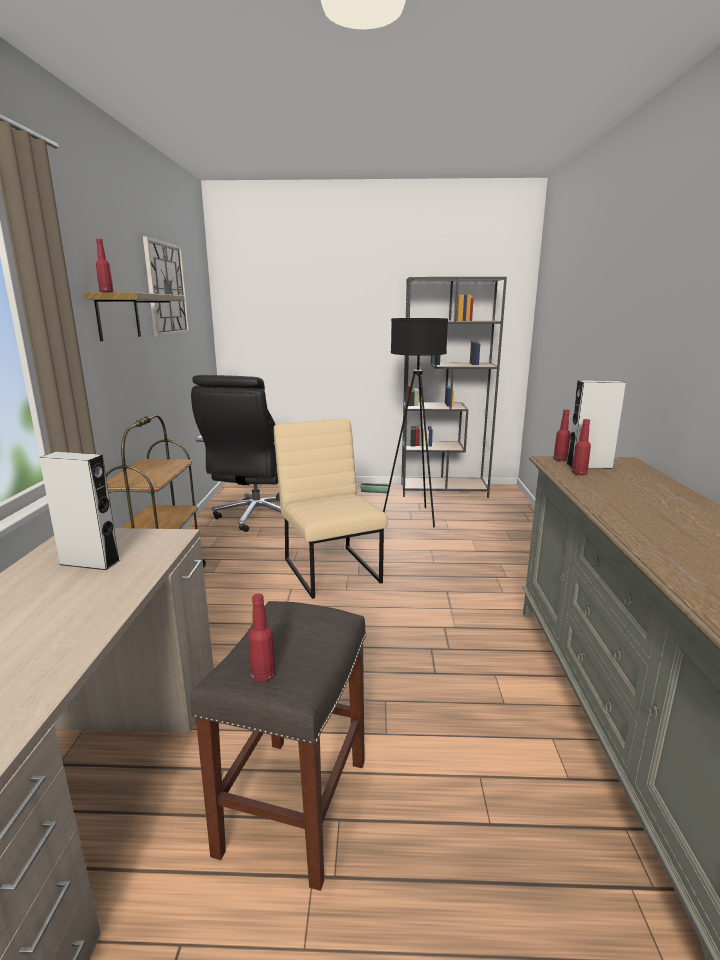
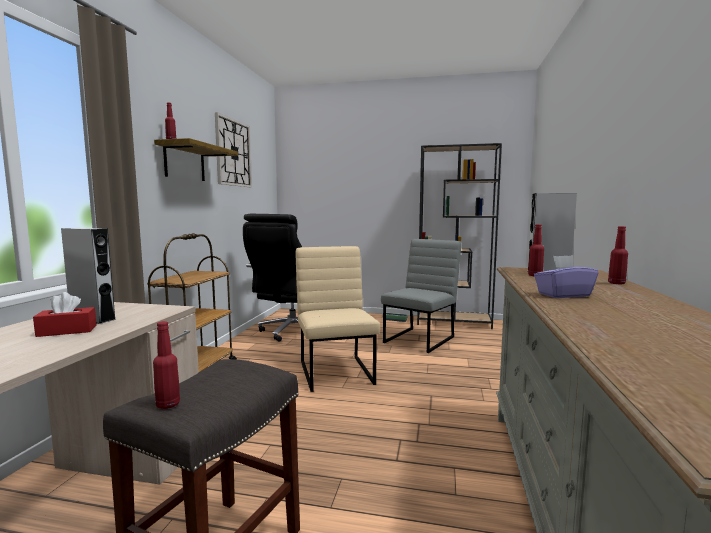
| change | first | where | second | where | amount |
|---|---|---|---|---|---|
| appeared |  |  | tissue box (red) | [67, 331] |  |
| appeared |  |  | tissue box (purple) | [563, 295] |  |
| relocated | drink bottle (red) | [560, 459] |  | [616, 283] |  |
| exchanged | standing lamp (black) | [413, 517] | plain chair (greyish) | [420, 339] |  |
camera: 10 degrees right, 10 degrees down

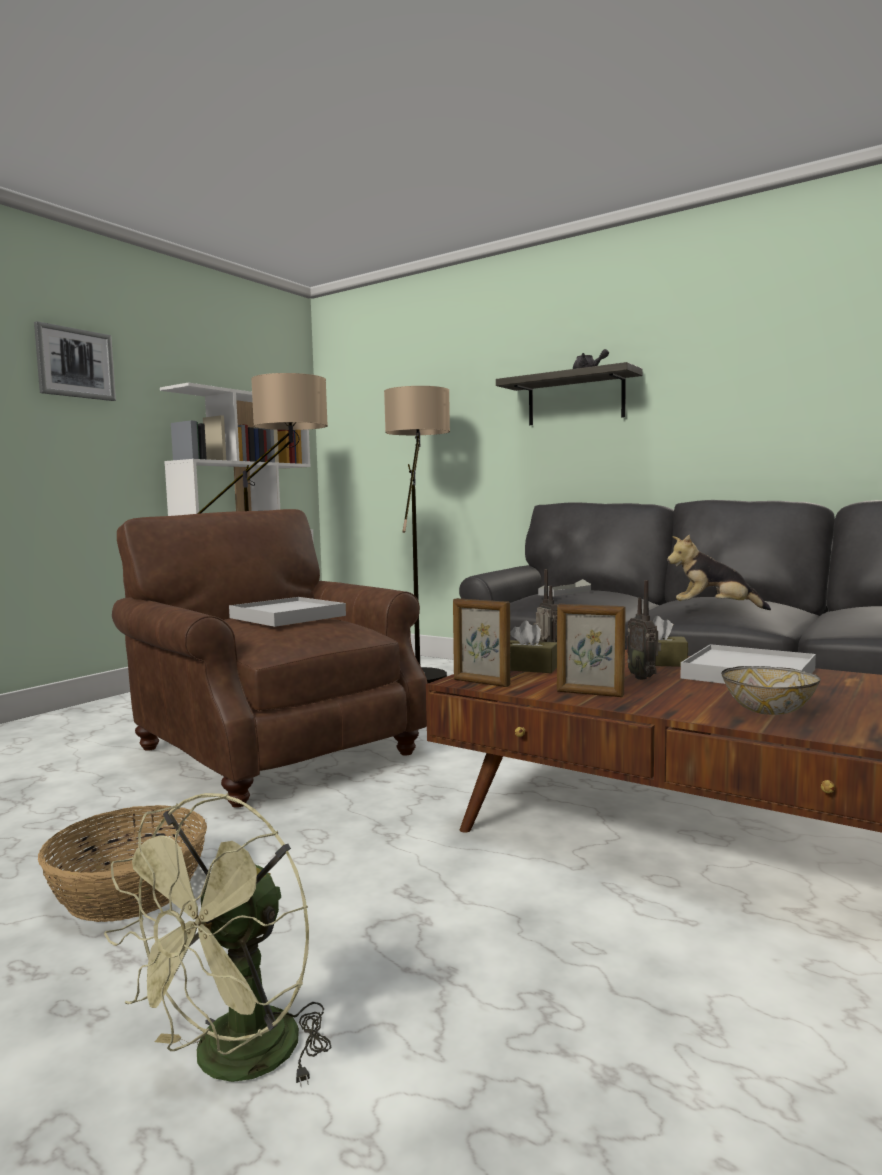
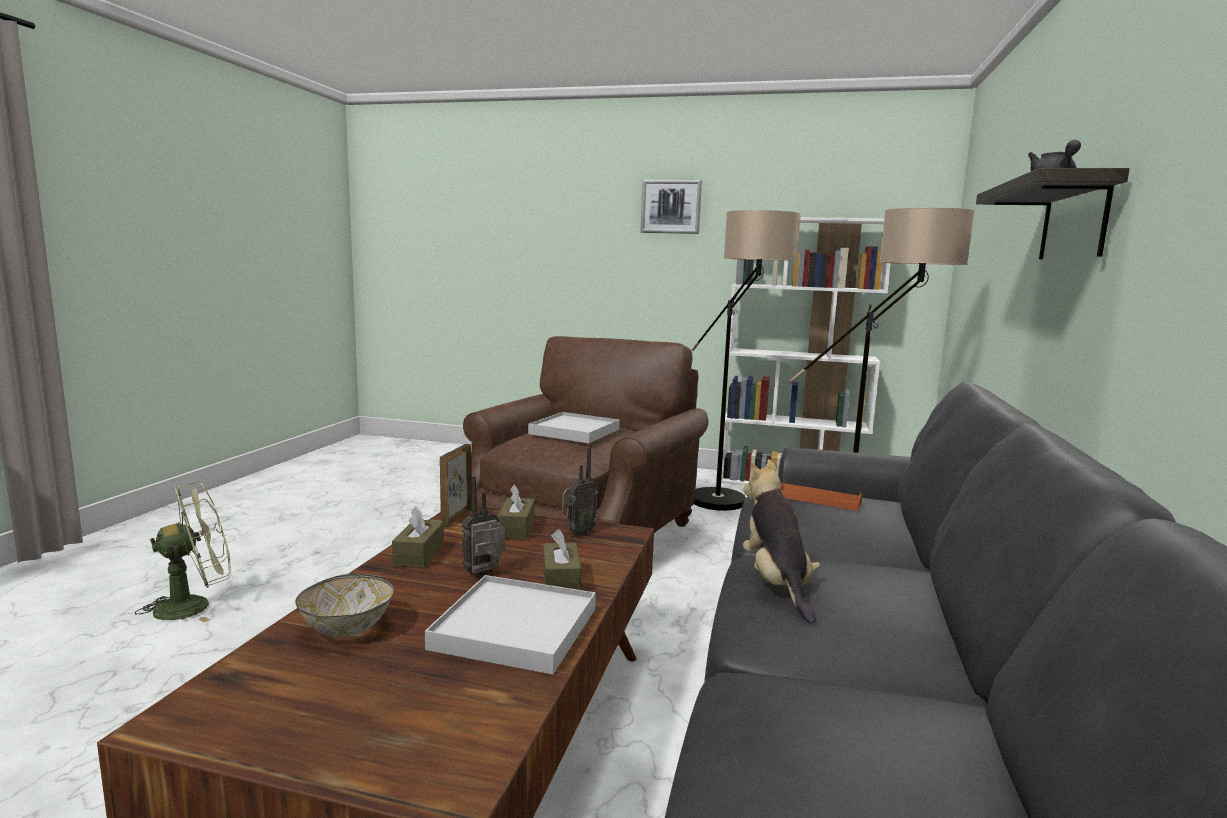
| change | first | where | second | where | amount |
|---|---|---|---|---|---|
| missing | storage basket | [128, 890] |  |  |  |
| exchanged | photo frame | [590, 694] | tissue box (brown-coloured) | [419, 555] |  |
| colour | serving tray (greyish) | [565, 592] | serving tray (orange) | [817, 499] |  |
| spun | fan (greenish) | [233, 1063] |  | [195, 605] | 135 degrees clockwise |
camera: 70 degrees right, 5 degrees up

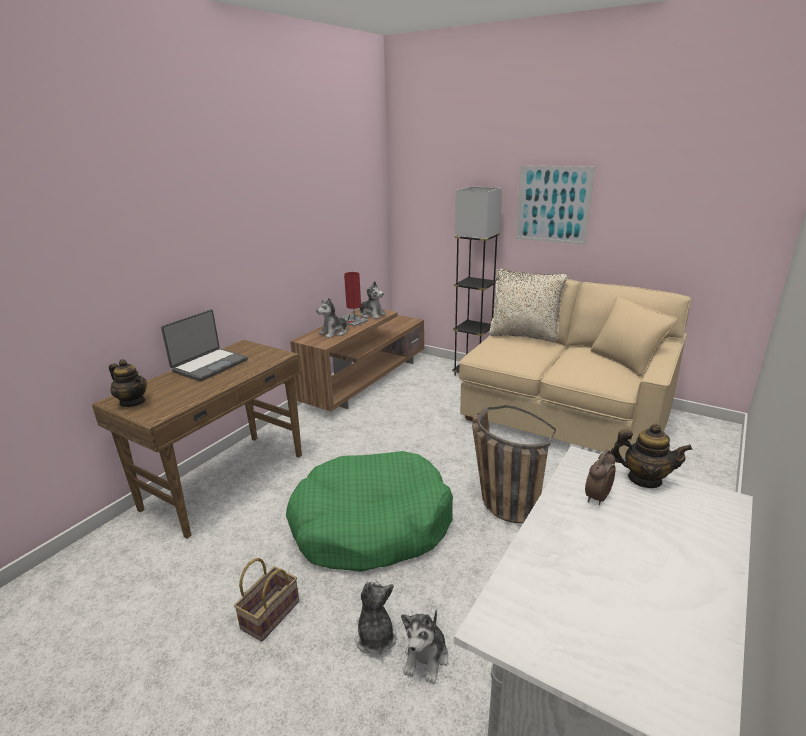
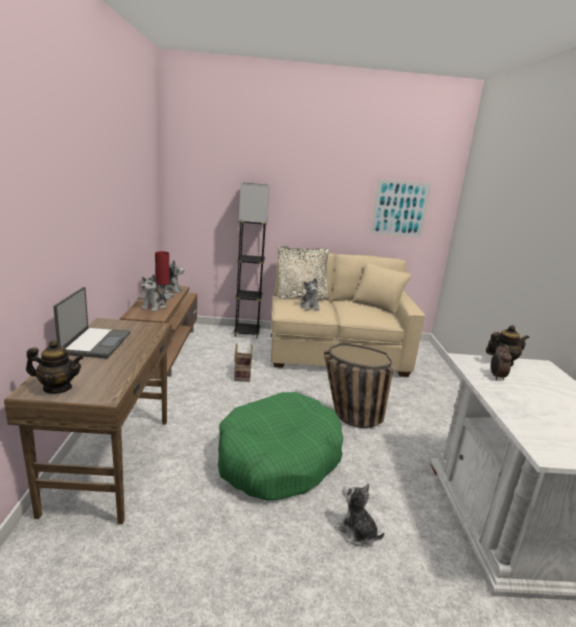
| change | first | where | second | where | amount |
|---|---|---|---|---|---|
| relocated | storage basket | [270, 613] |  | [242, 374] |  |
| relocated | cuddly toy | [426, 658] |  | [309, 307] |  |
| relocated | picture | [553, 204] |  | [399, 208] |  |
camera: 35 degrees left, 5 degrees down

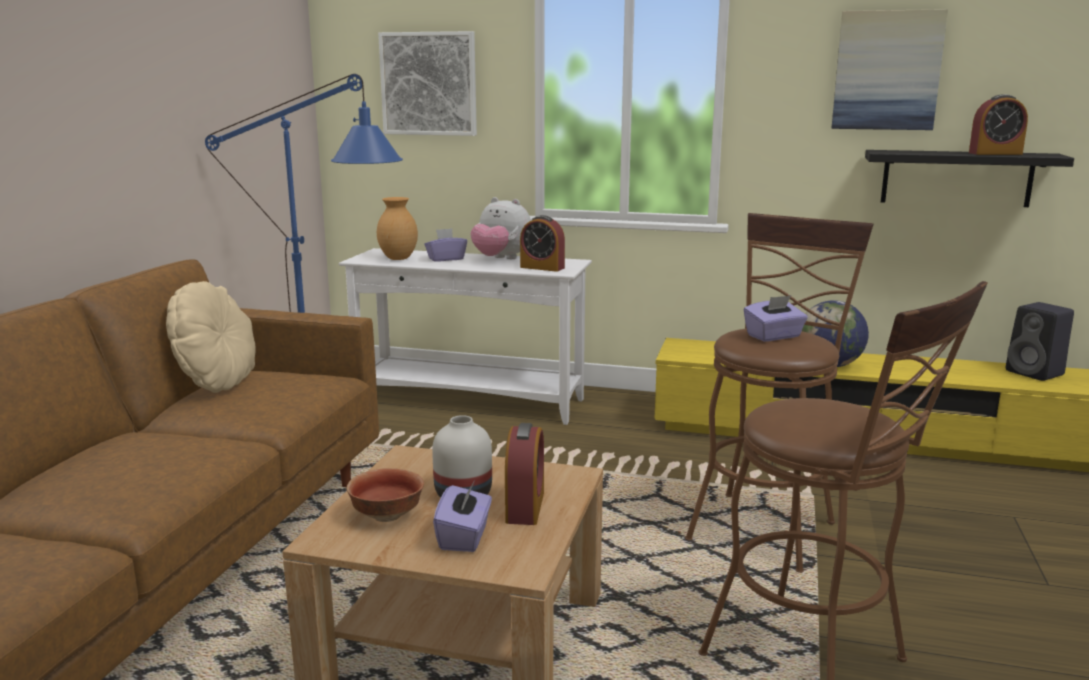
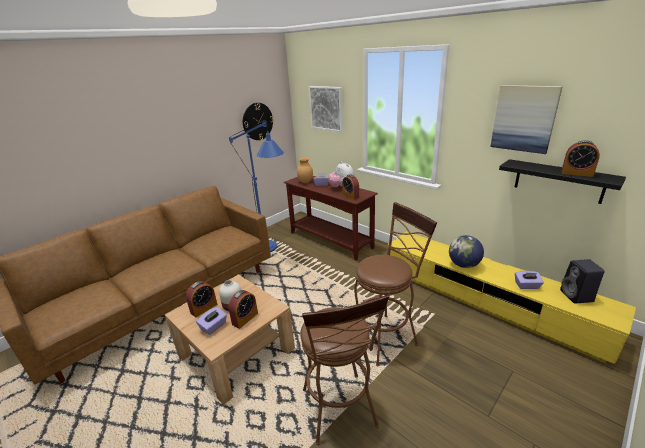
| change | first | where | second | where | amount |
|---|---|---|---|---|---|
| missing | throw pillow (beige-coloured) | [218, 385] |  |  |  |
| appeared |  |  | wall clock | [257, 121] |  |
| relocated | tissue box (purple) | [774, 336] |  | [527, 286] |  |
| exchanged | deep dish | [387, 515] | bedside clock | [204, 308] |  |
| colour | narrow table (white) | [471, 401] | narrow table (brown-coloured) | [331, 240] |  |
camera: 30 degrees right, 10 degrees up

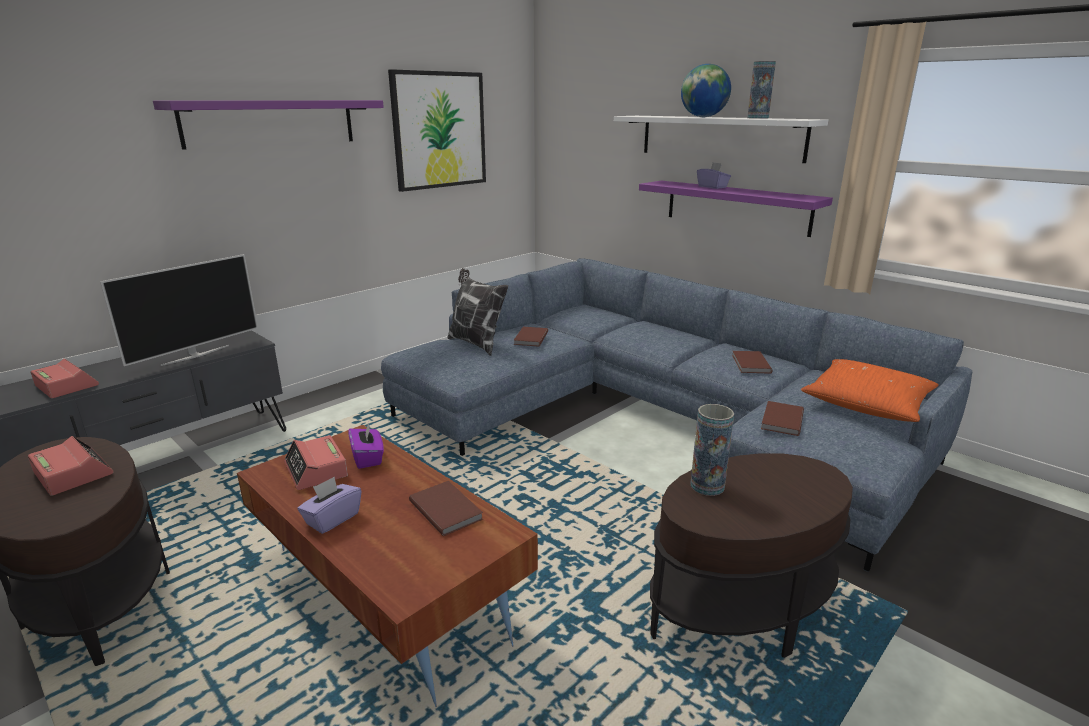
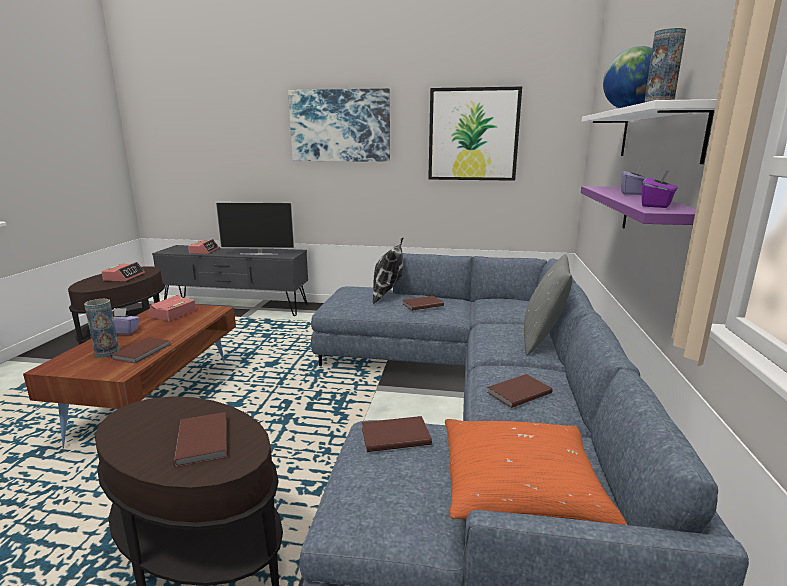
| change | first | where | second | where | amount |
|---|---|---|---|---|---|
| appeared |  |  | bound book (brown-coloured) | [204, 440] |  |
| appeared |  |  | throw pillow (greyish) | [542, 339] |  |
| relocated | tissue box (purple) | [368, 458] |  | [656, 205] |  |
| relocated | flower vase | [707, 486] |  | [107, 353] |  |
| exchanged | bracket shelf (purple) | [271, 123] | picture | [340, 126] |  |
camera: 55 degrees right, 5 degrees down

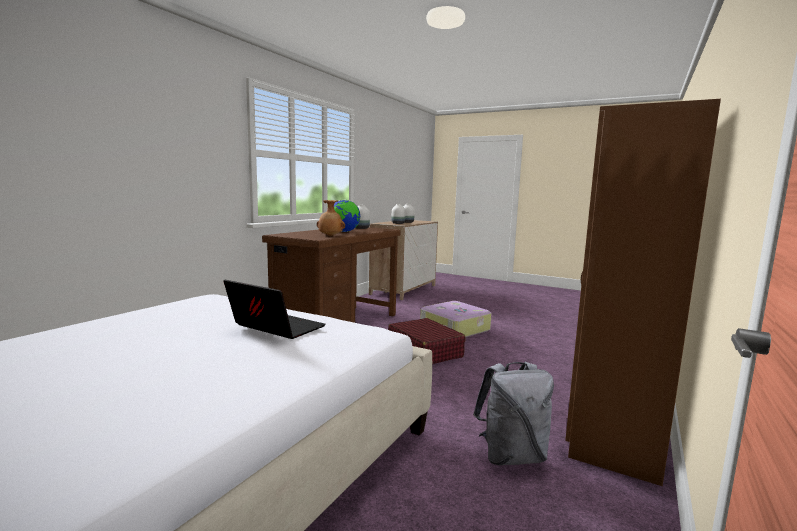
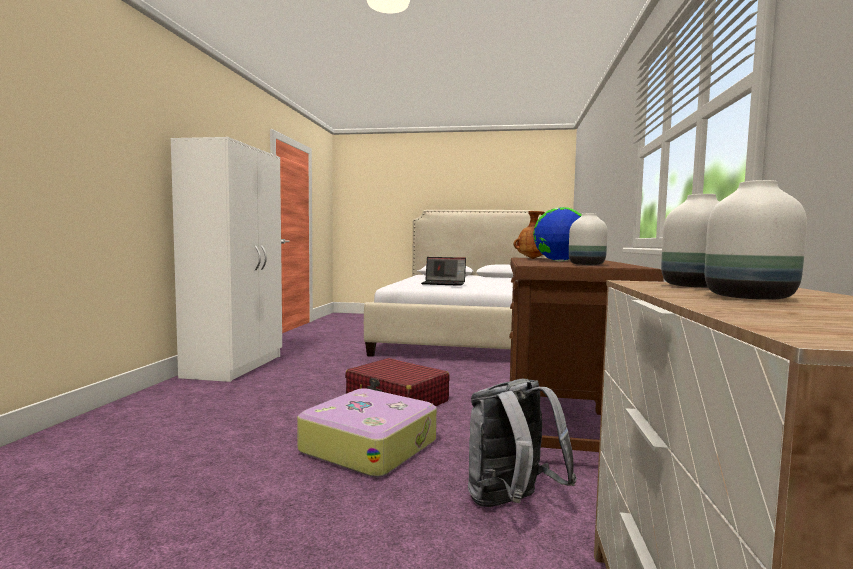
| change | first | where | second | where | amount |
|---|---|---|---|---|---|
| relocated | knapsack (greyish) | [511, 456] |  | [511, 504] |  |
| colour | wardrobe (brown-coloured) | [613, 433] | wardrobe (white) | [236, 366] |  |
camera: 160 degrees right, 5 degrees down

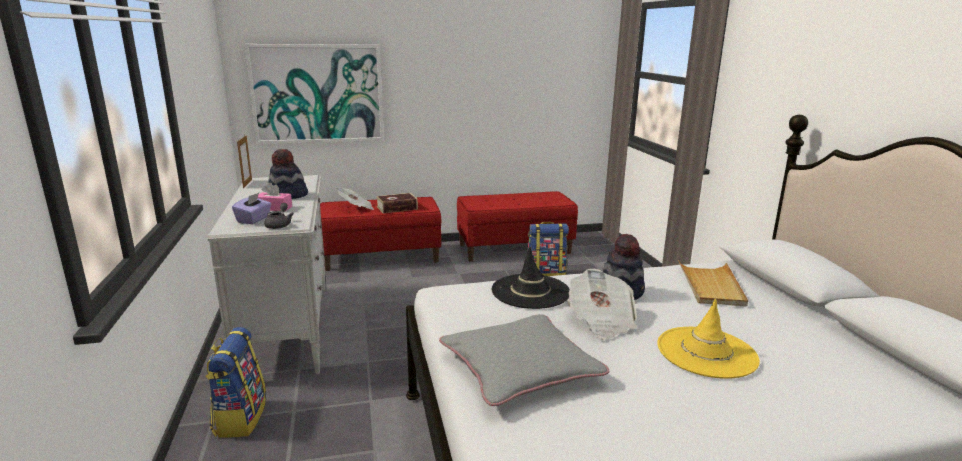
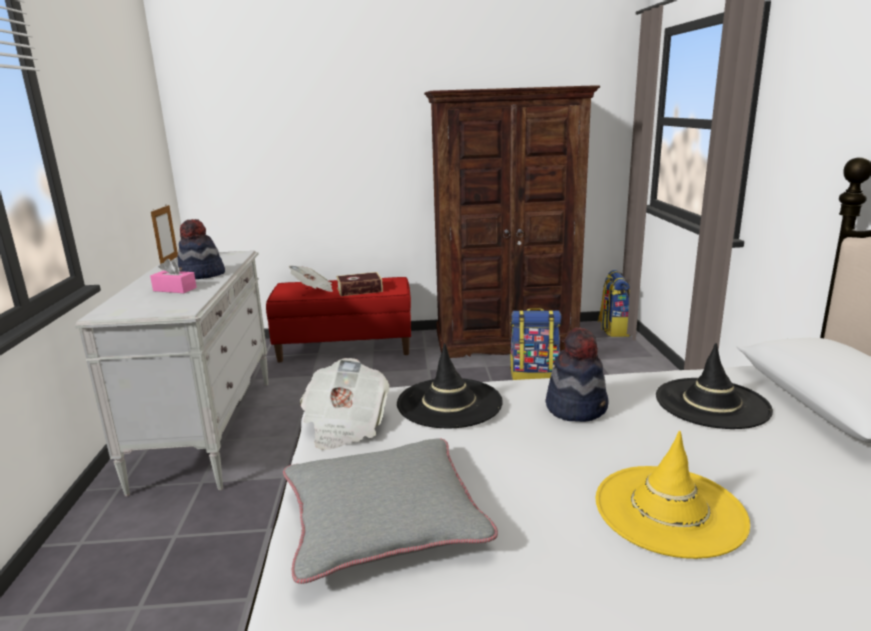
| change | first | where | second | where | amount |
|---|---|---|---|---|---|
| missing | tissue box (purple) | [254, 220] |  |  |  |
| missing | picture | [318, 94] |  |  |  |
| missing | tea pot (greyish) | [279, 225] |  |  |  |
| relocated | knapsack | [239, 418] |  | [613, 330] |  |
| relocated | newspaper | [601, 321] |  | [345, 425] |  |
| exchanged | bench (red) | [514, 249] | wardrobe (brown-coloured) | [505, 340] |  |
| exchanged | serving tray (beige-coloured) | [711, 286] | wearable hat (black) | [712, 403] |  |
camera: 10 degrees right, 0 degrees up

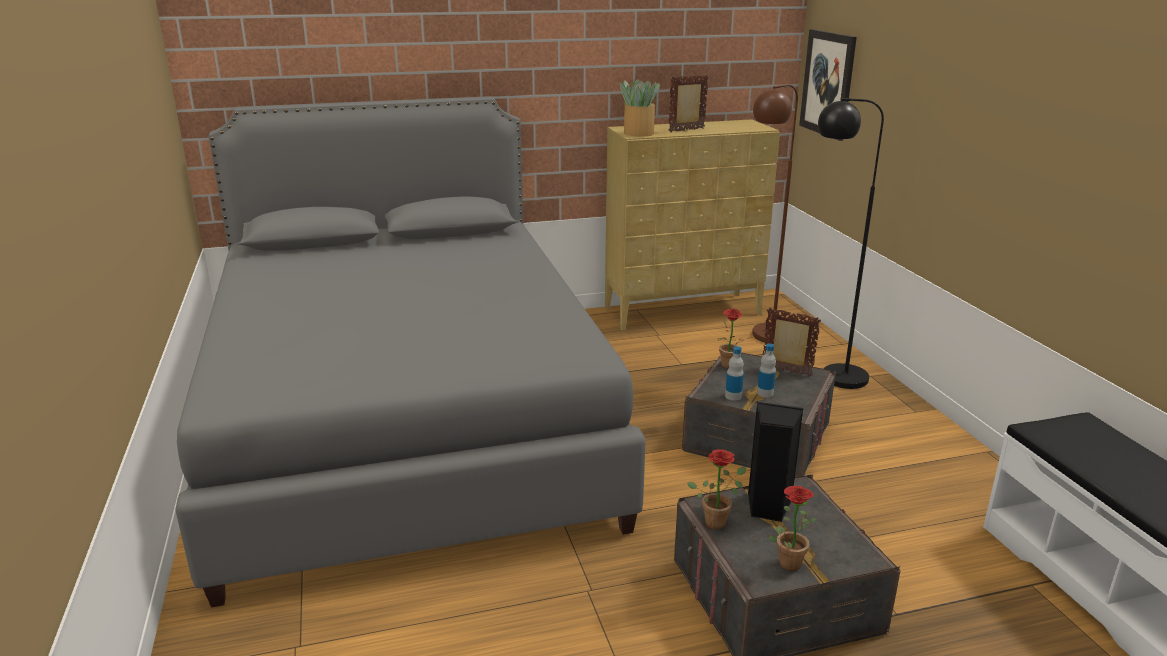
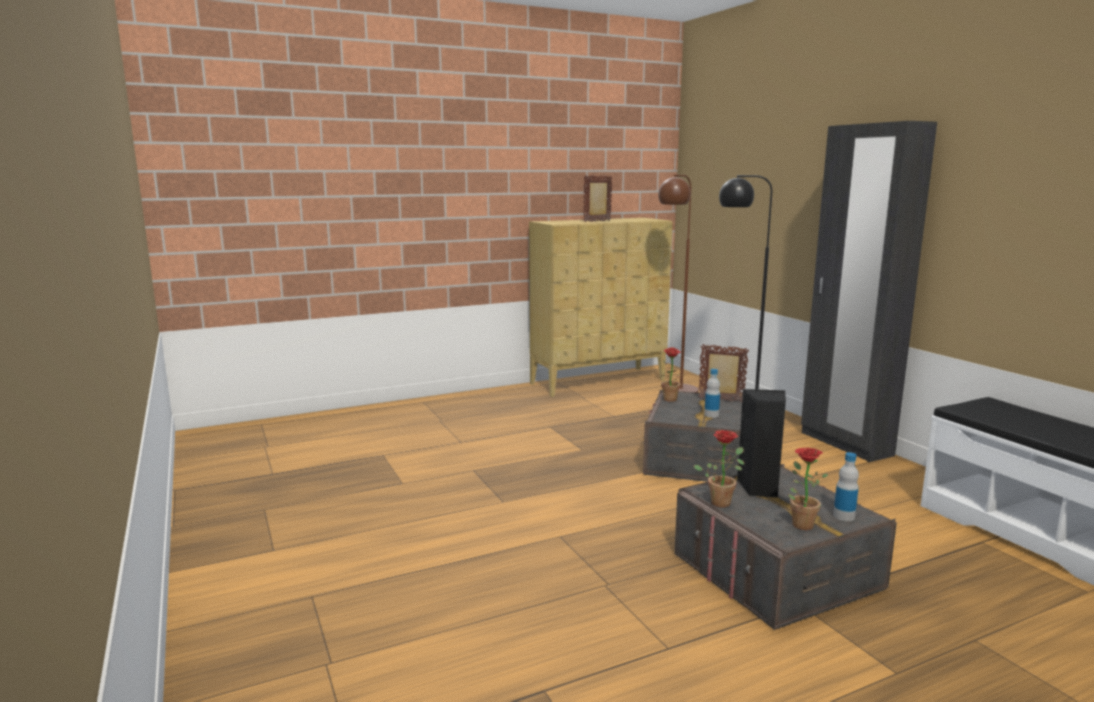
| change | first | where | second | where | amount |
|---|---|---|---|---|---|
| missing | bed (greyish) | [407, 423] |  |  |  |
| missing | plant in a pot | [638, 133] |  |  |  |
| missing | picture | [828, 83] |  |  |  |
| appeared |  |  | wardrobe (black) | [845, 444] |  |
| relocated | drink bottle | [733, 396] |  | [844, 516] |  |
camera: 10 degrees left, 10 degrees down

